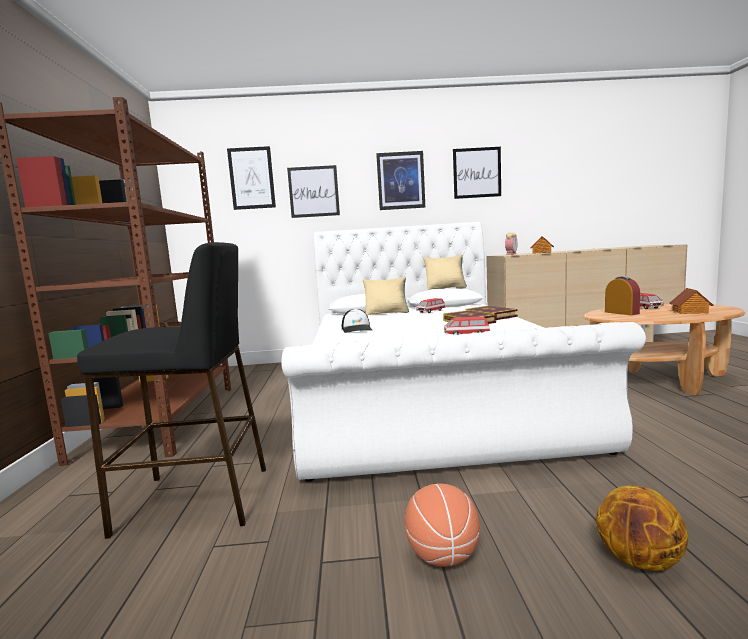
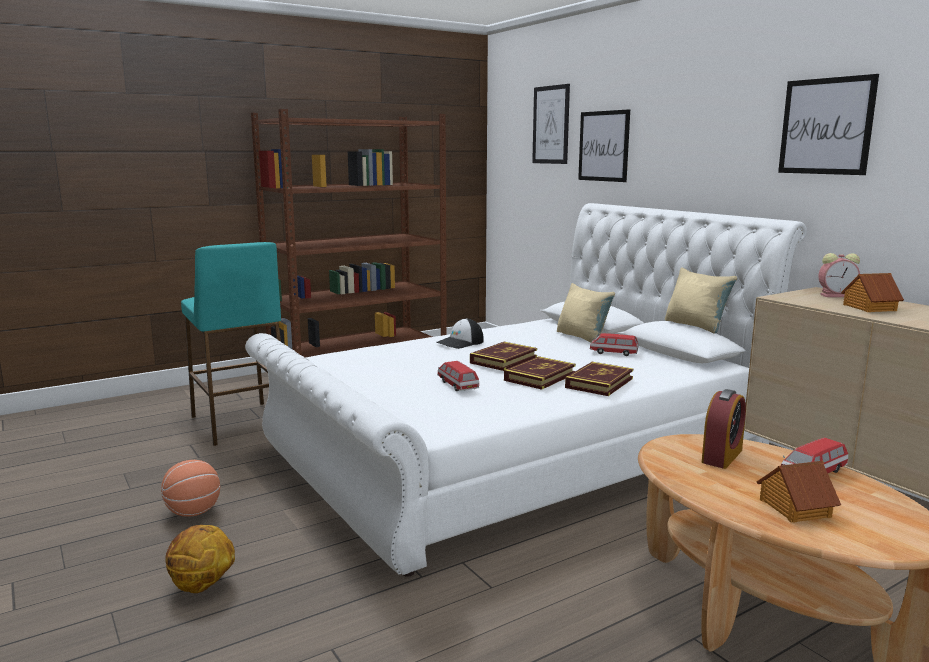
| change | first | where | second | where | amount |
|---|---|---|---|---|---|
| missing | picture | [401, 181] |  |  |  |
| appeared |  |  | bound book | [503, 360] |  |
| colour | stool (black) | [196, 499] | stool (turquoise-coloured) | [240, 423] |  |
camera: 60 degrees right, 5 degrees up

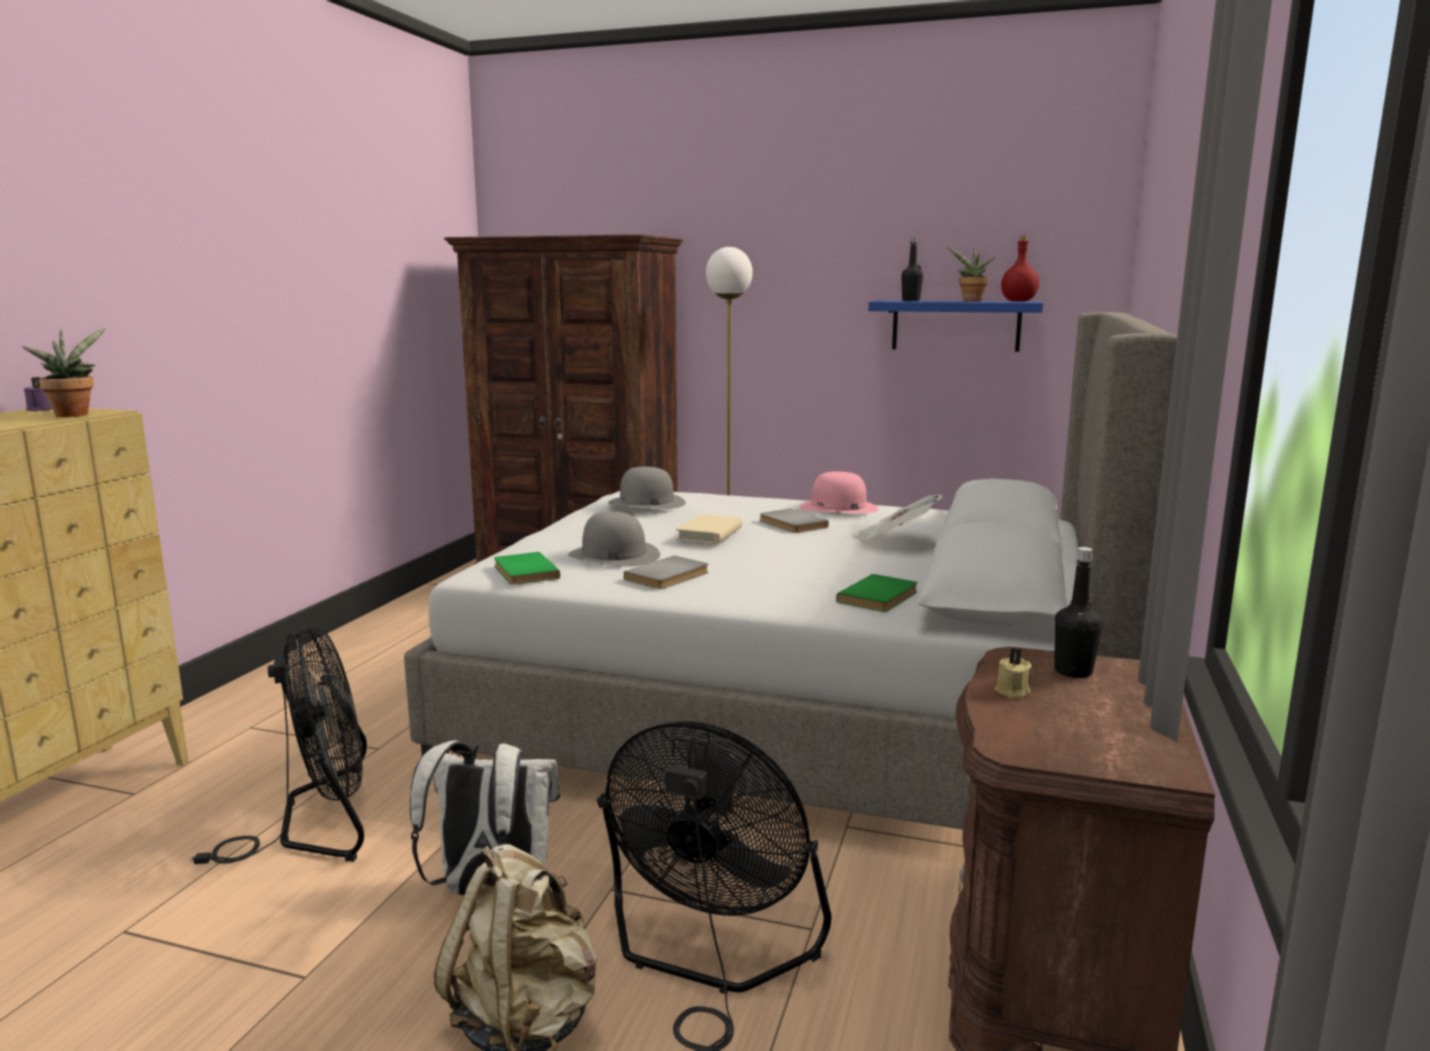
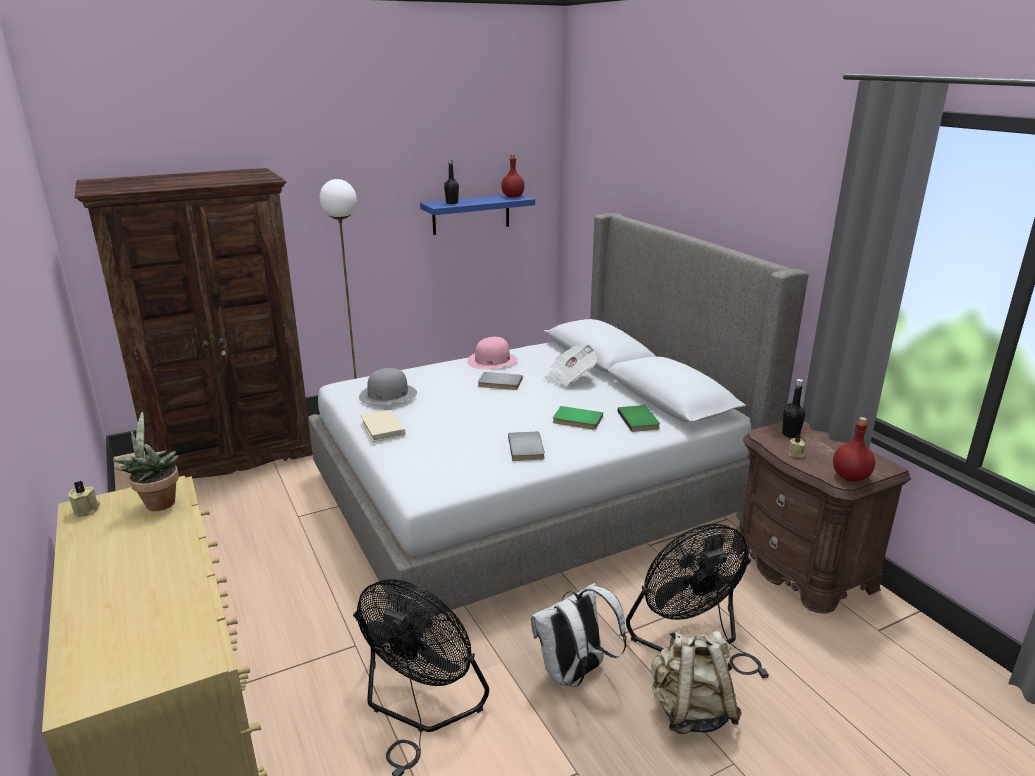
| change | first | where | second | where | amount |
|---|---|---|---|---|---|
| missing | wearable hat (greyish) | [613, 555] |  |  |  |
| missing | plant in a pot | [971, 301] |  |  |  |
| appeared |  |  | drink bottle (red) | [851, 477] |  |
| relocated | bound book (greenish) | [523, 572] |  | [577, 420] |  |
| relocated | bound book (beige-coloured) | [710, 533] |  | [383, 428] |  |
| colour | wax light (purple) | [42, 409] | wax light (beige-coloured) | [87, 509] |  |
camera: 45 degrees left, 10 degrees up

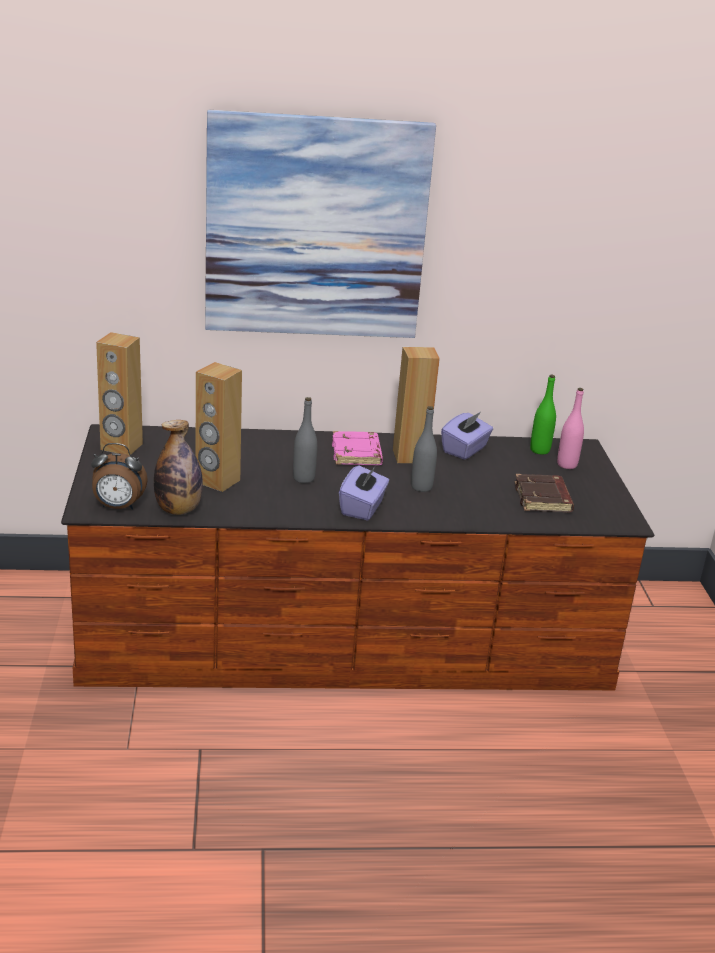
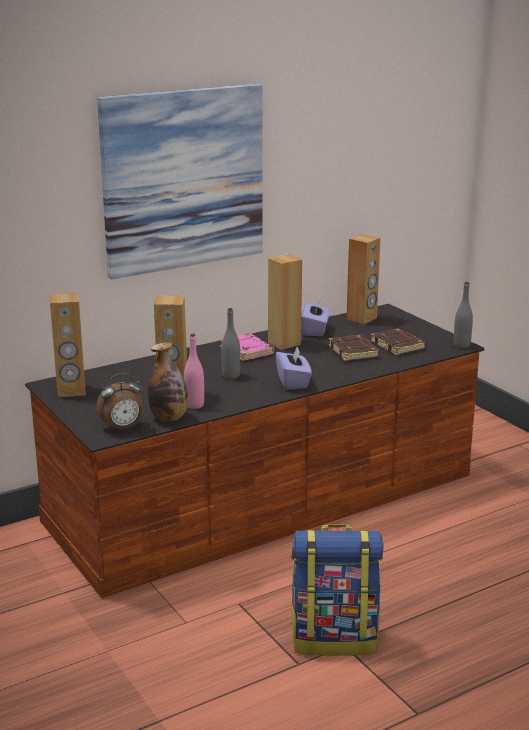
| change | first | where | second | where | amount |
|---|---|---|---|---|---|
| appeared |  |  | knapsack | [335, 638] |  |
| appeared |  |  | bound book (brown-coloured) | [354, 352] |  |
| relocated | drink bottle (greyish) | [421, 487] |  | [461, 345] |  |
| relocated | drink bottle (pink-coloured) | [567, 465] |  | [194, 405] |  |
| exchanged | drink bottle (greenish) | [540, 450] | speaker (brown-coloured) | [362, 318] |  |
camera: 25 degrees left, 5 degrees down

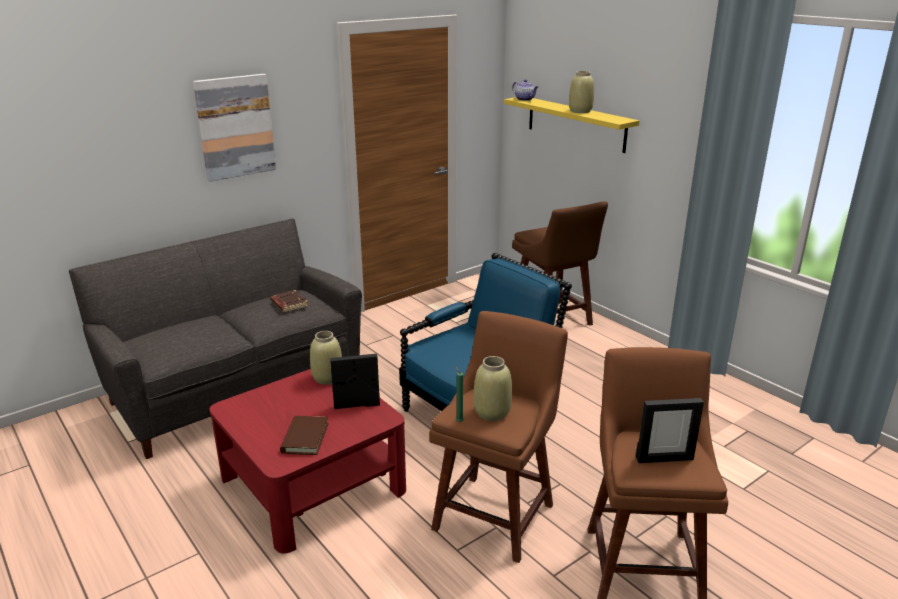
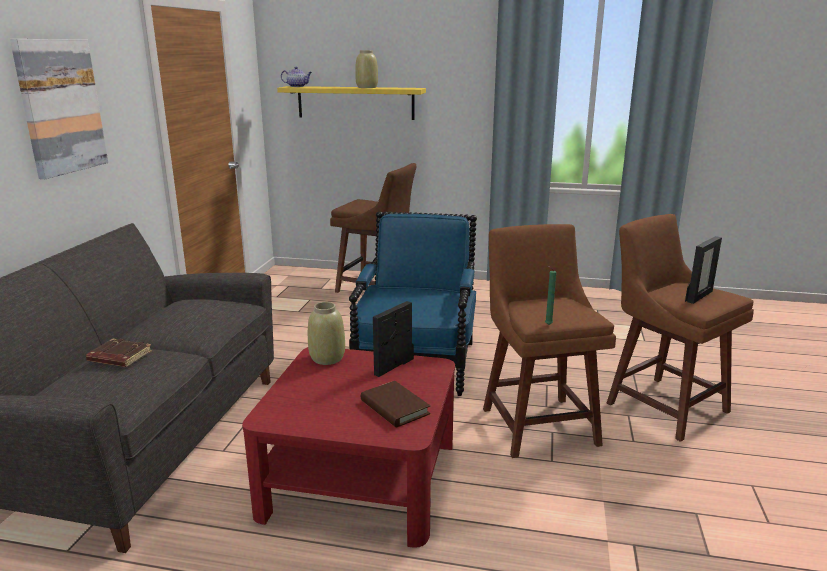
| change | first | where | second | where | amount |
|---|---|---|---|---|---|
| missing | flower vase (beige-coloured) | [492, 413] |  |  |  |
| relocated | bound book (brown-coloured) | [289, 304] |  | [119, 357] |  |
camera: 40 degrees left, 5 degrees down

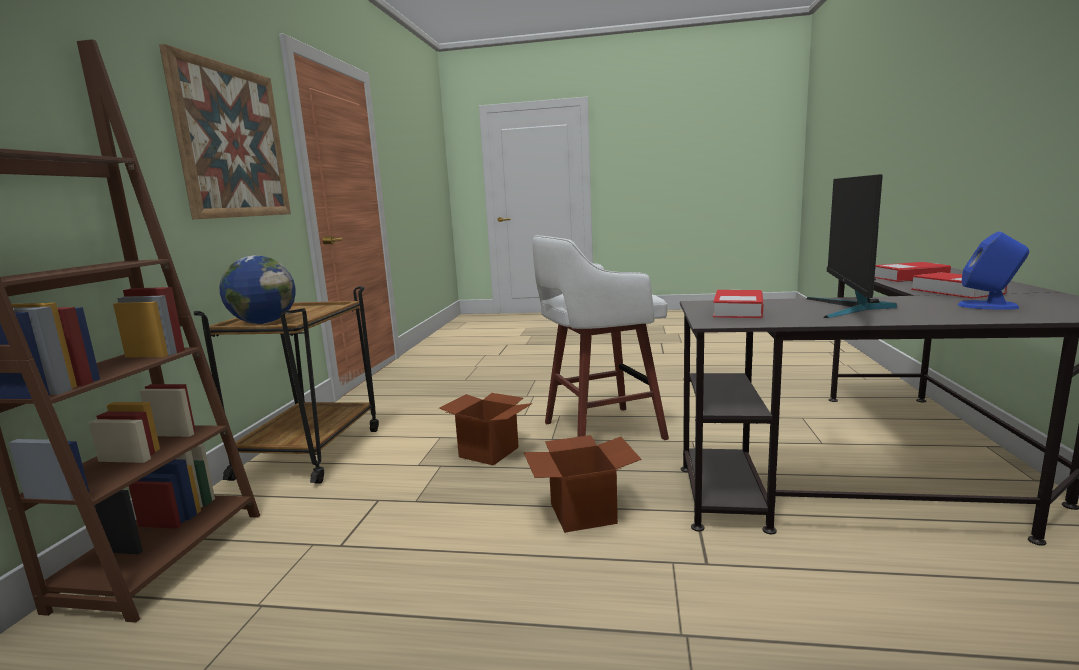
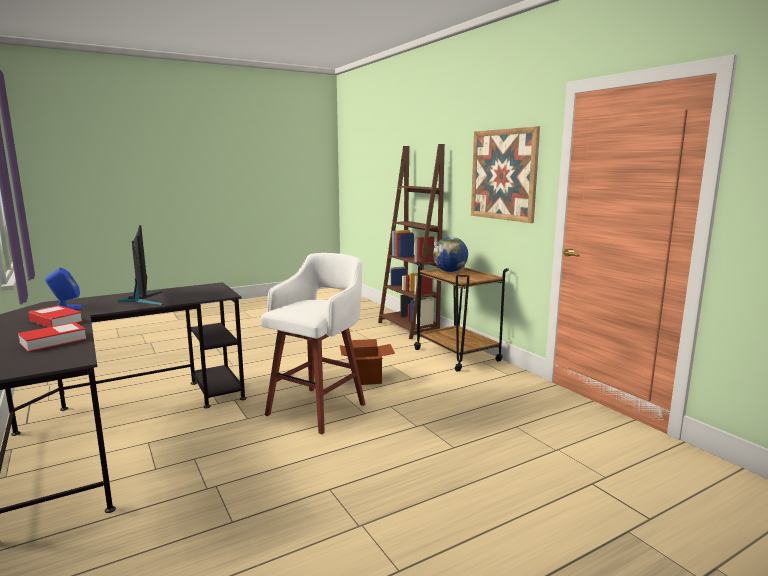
| change | first | where | second | where | amount |
|---|---|---|---|---|---|
| missing | carton | [583, 513] |  |  |  |
| missing | bound book | [738, 310] |  |  |  |
camera: 140 degrees right, 0 degrees up

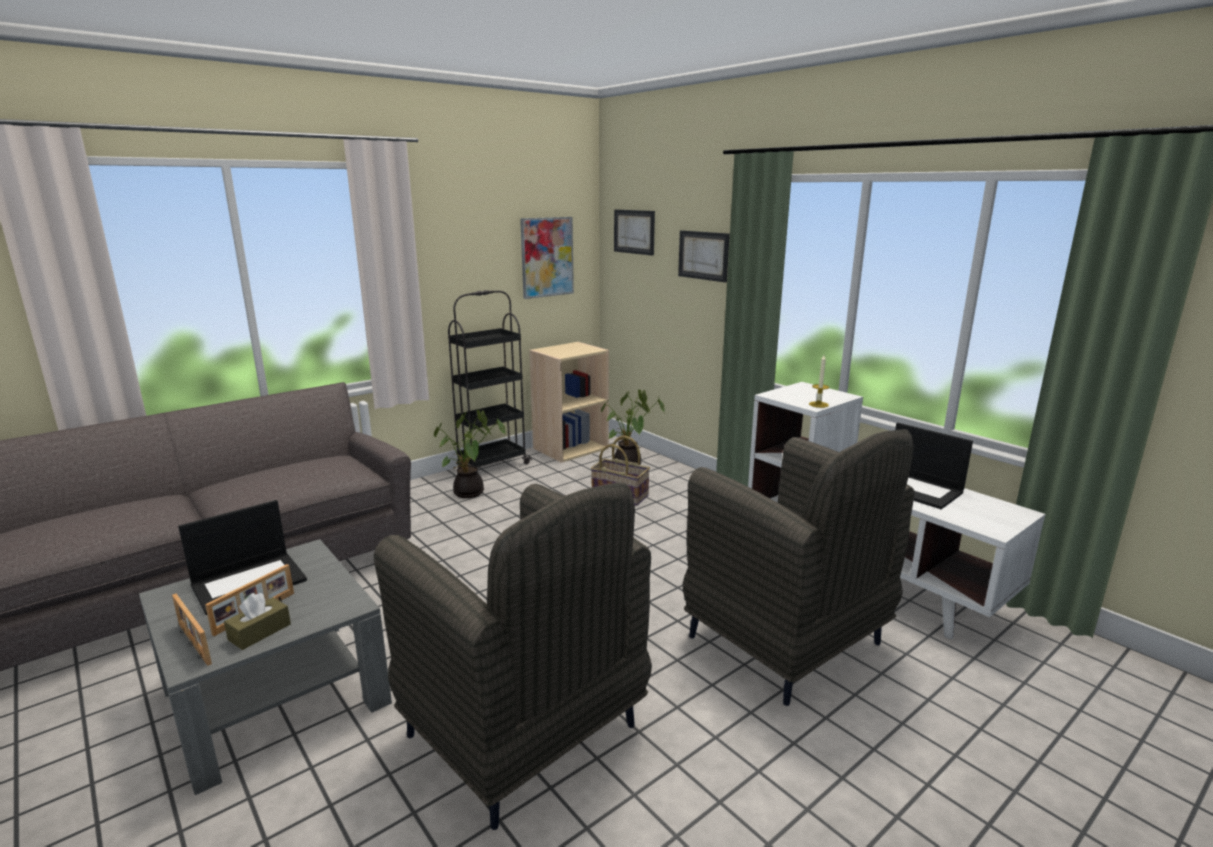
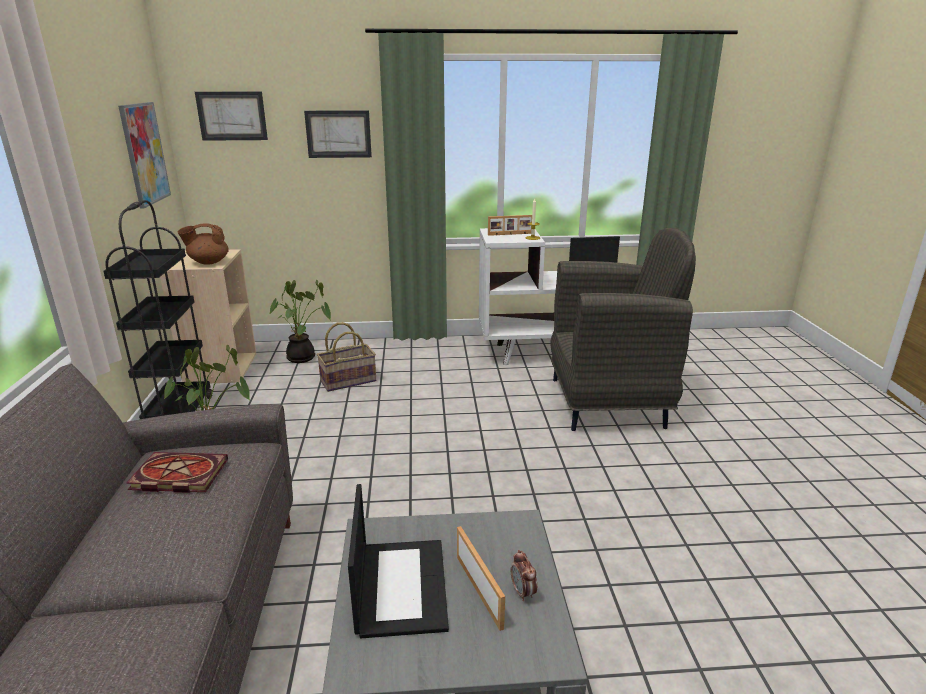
| change | first | where | second | where | amount |
|---|---|---|---|---|---|
| missing | lounge chair (greyish) | [525, 734] |  |  |  |
| appeared |  |  | bound book | [176, 476] |  |
| appeared |  |  | tea pot (brown-coloured) | [208, 262] |  |
| relocated | photo frame | [193, 644] |  | [510, 234] |  |
| exchanged | tissue box (brown-coloured) | [260, 632] | bedside clock | [523, 592] |  |
camera: 55 degrees left, 5 degrees up

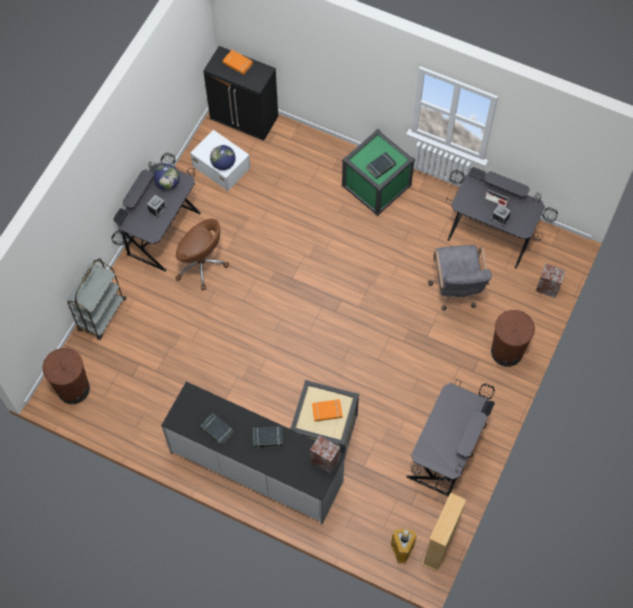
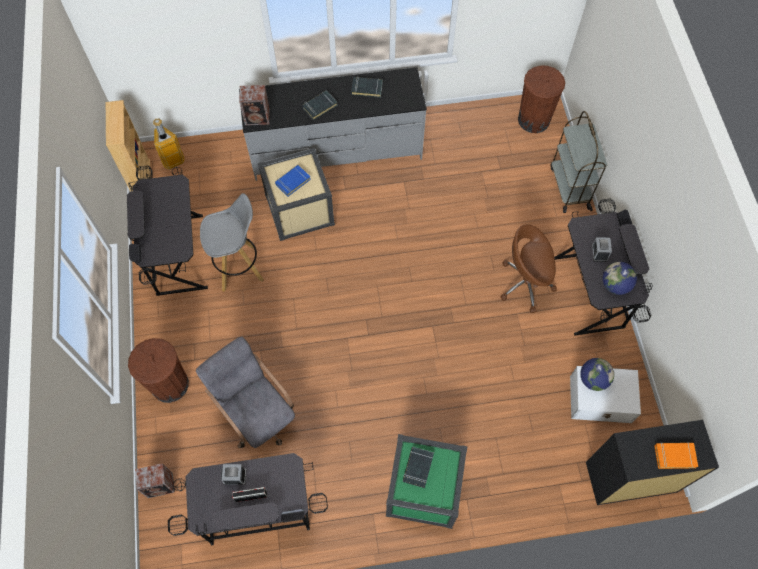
| change | first | where | second | where | amount |
|---|---|---|---|---|---|
| appeared |  |  | stool (greyish) | [240, 268] |  |
| colour | bound book (orange) | [327, 411] | bound book (blue) | [293, 182] |  |
camera: 145 degrees right, 0 degrees up

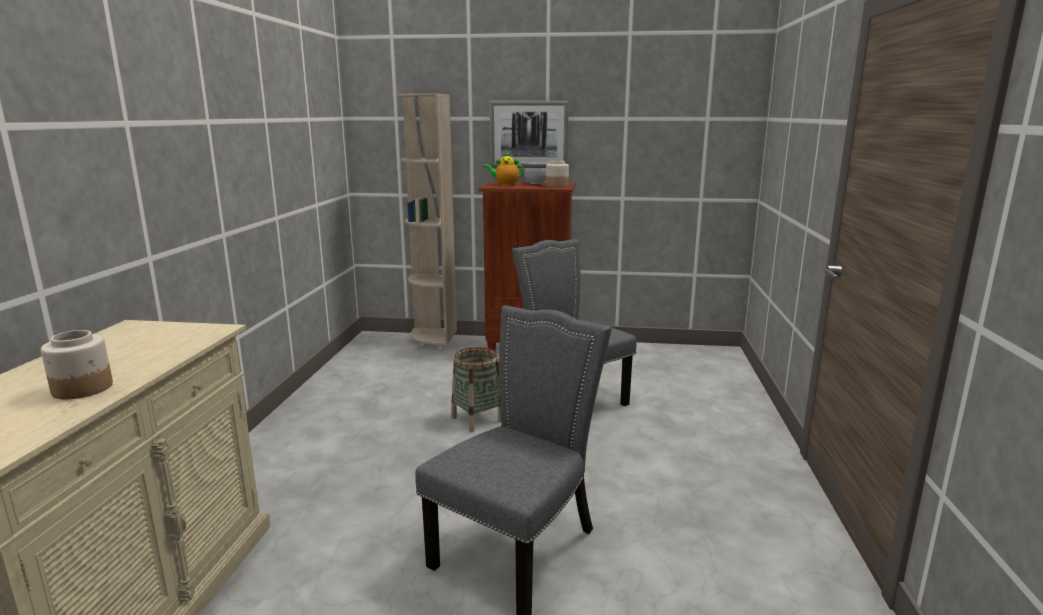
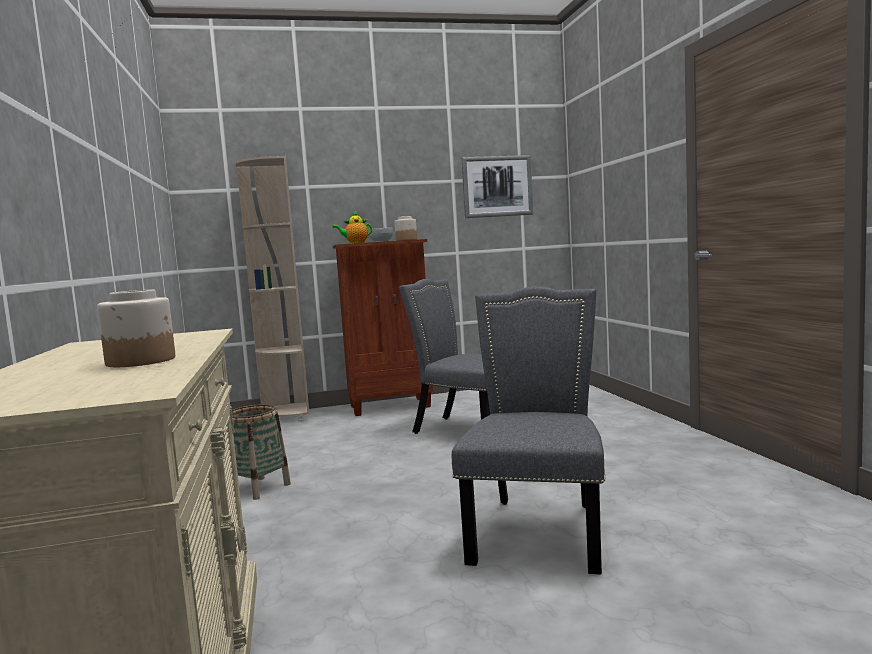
| change | first | where | second | where | amount |
|---|---|---|---|---|---|
| relocated | storage basket | [477, 419] |  | [259, 488] |  |
| relocated | picture | [529, 134] |  | [497, 186] |  |
camera: 20 degrees left, 10 degrees down

